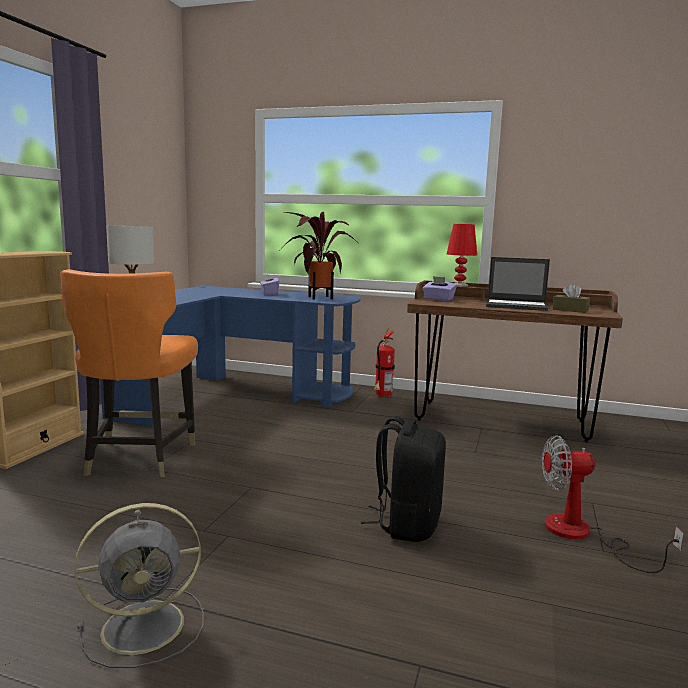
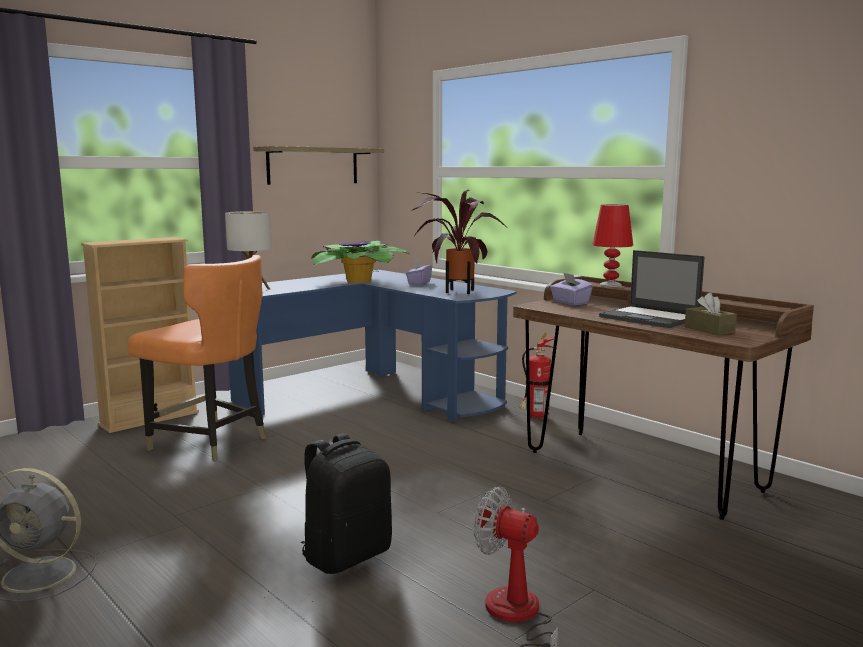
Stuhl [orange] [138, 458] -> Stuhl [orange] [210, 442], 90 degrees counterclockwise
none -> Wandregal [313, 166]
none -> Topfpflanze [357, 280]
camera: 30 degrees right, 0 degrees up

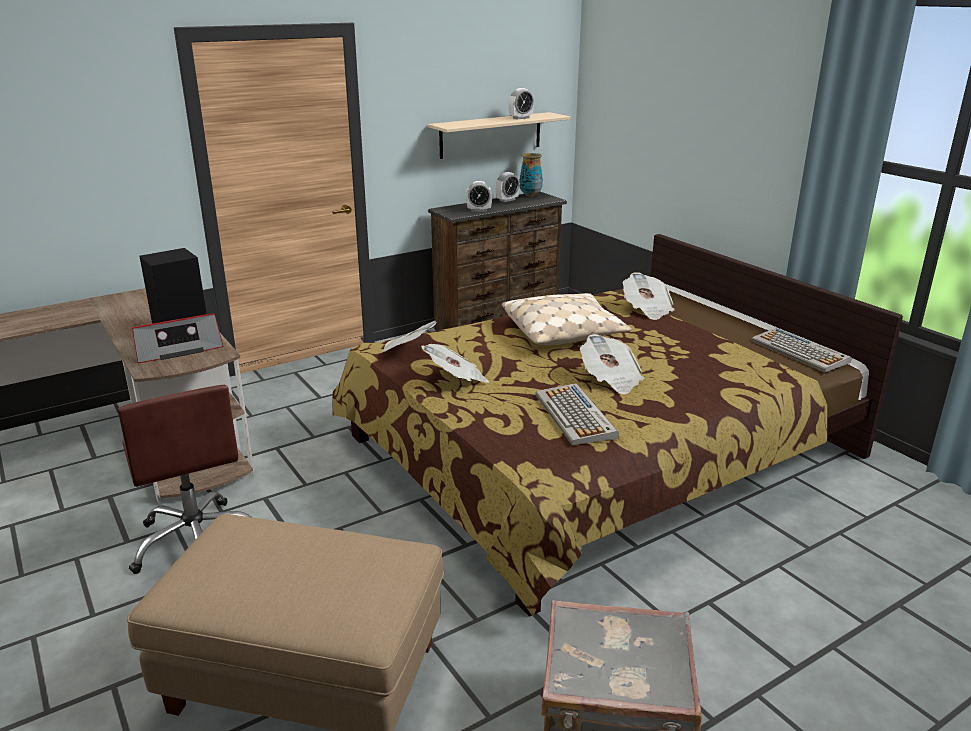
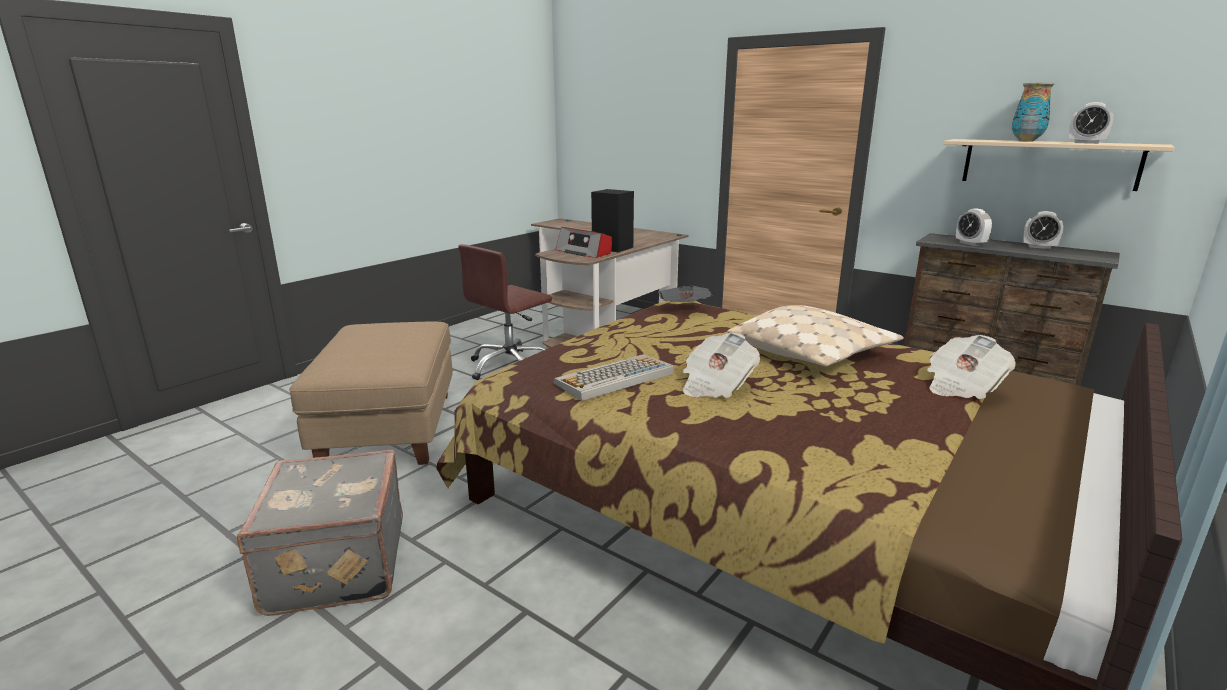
Vase [530, 195] -> Vase [1026, 141], moved
Tastatur [800, 351] -> none
Zeitung [456, 379] -> none
camera: 70 degrees right, 5 degrees down

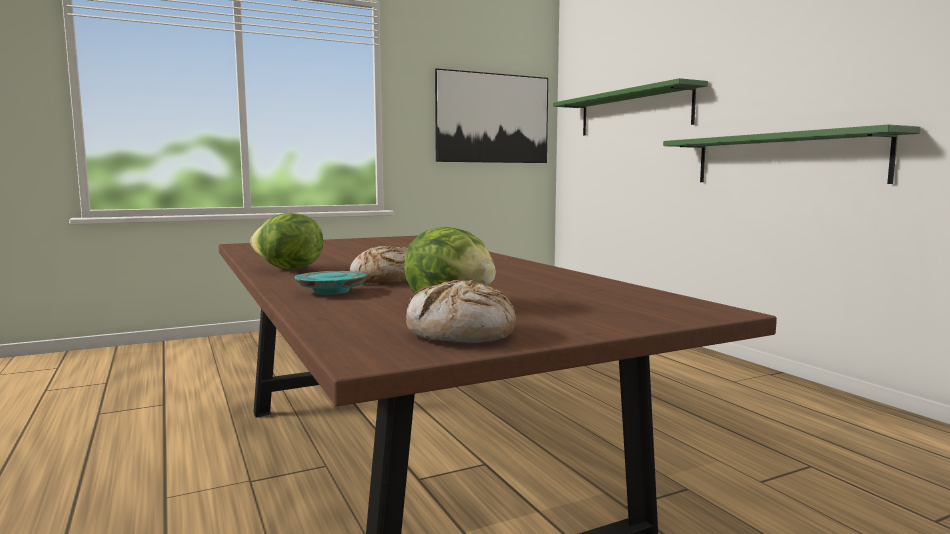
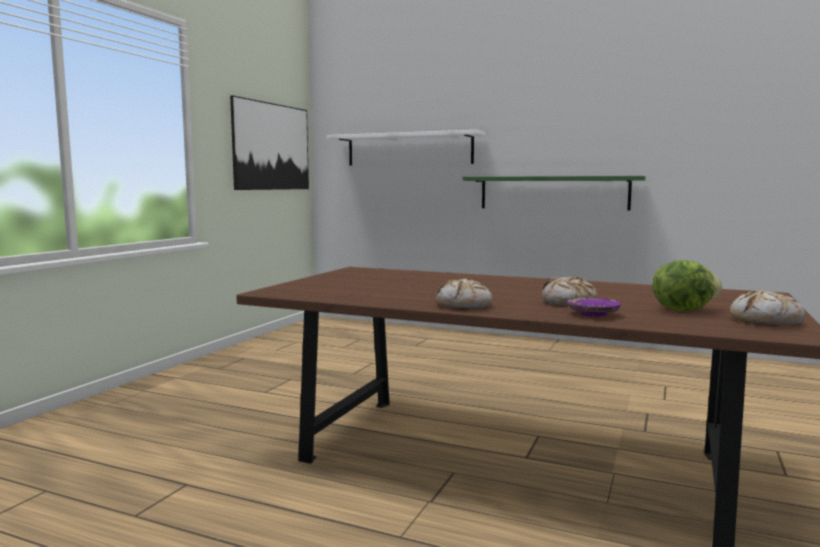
Wandregal [grün] [633, 112] -> Wandregal [weiß] [409, 149]
Salatkopf [288, 269] -> Brot [464, 305]
Teller [türkis] [331, 292] -> Teller [lila] [593, 314]
camera: 40 degrees left, 0 degrees up

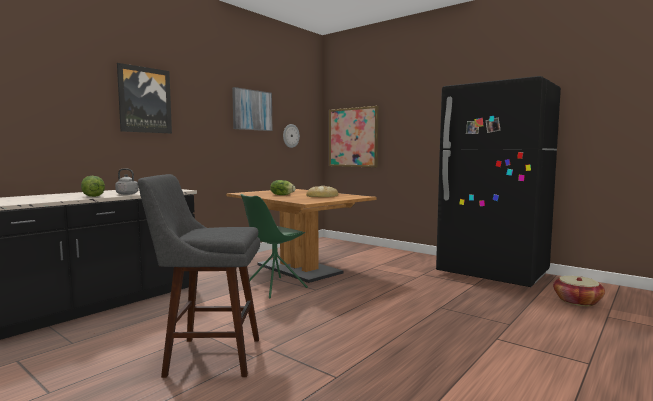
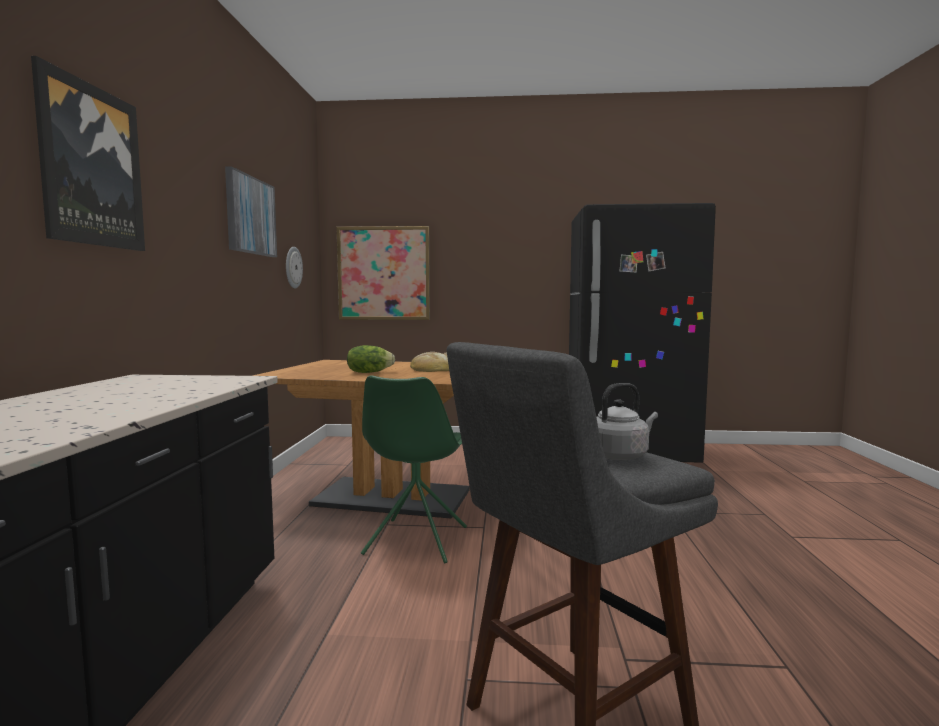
Wasserkessel [grau] [128, 194] -> Wasserkessel [grau] [620, 455], moved
Salatkopf [92, 196] -> none
Korb [577, 301] -> none
camera: 35 degrees left, 0 degrees up

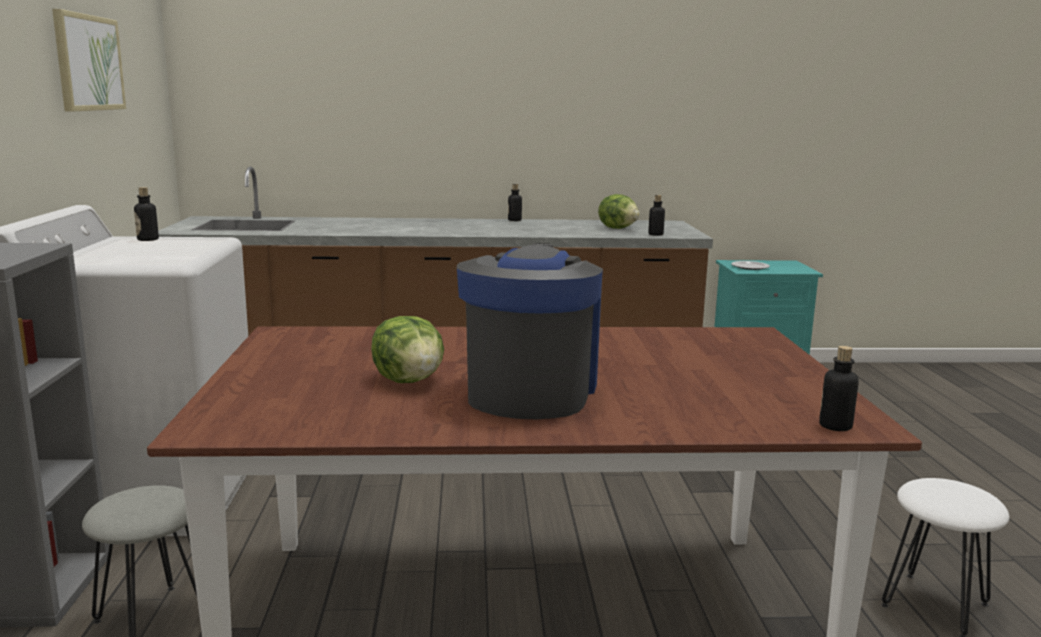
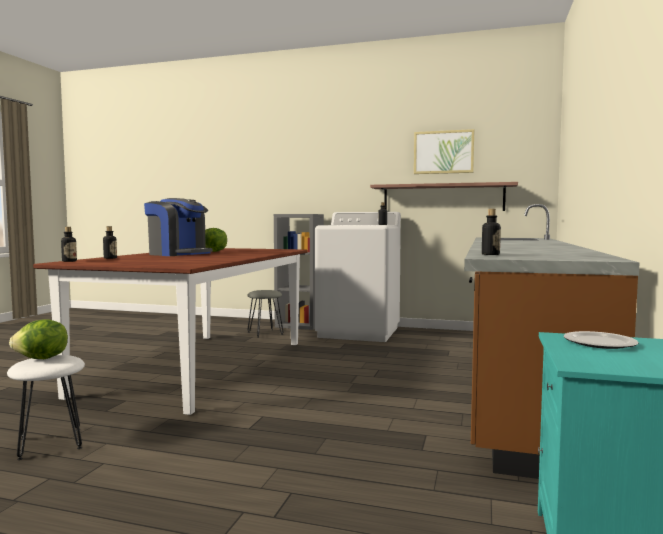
Flasche [514, 220] -> Flasche [110, 258], moved
Salatkopf [618, 228] -> Salatkopf [42, 359], moved
none -> Wandregal [443, 198]
camera: 110 degrees right, 10 degrees down

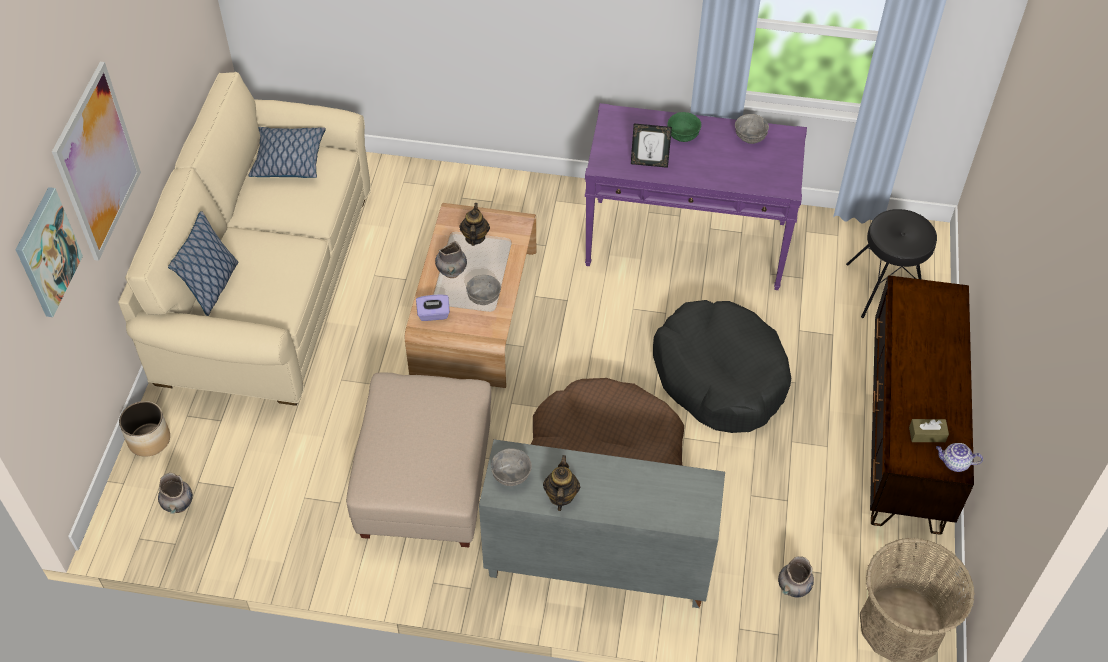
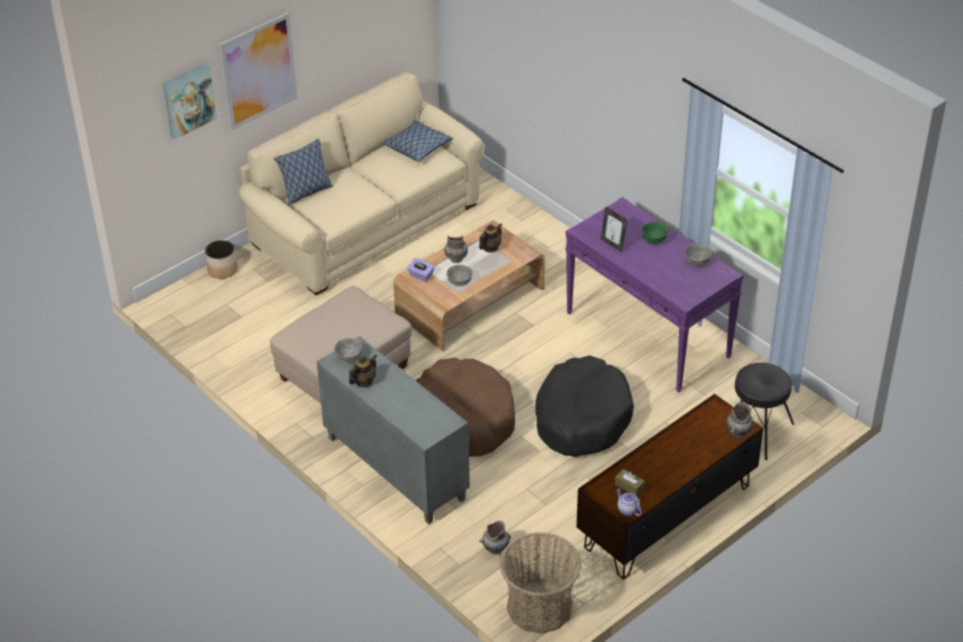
Vase [grau] [179, 506] -> Vase [grau] [738, 433], moved
camera: 40 degrees right, 10 degrees down

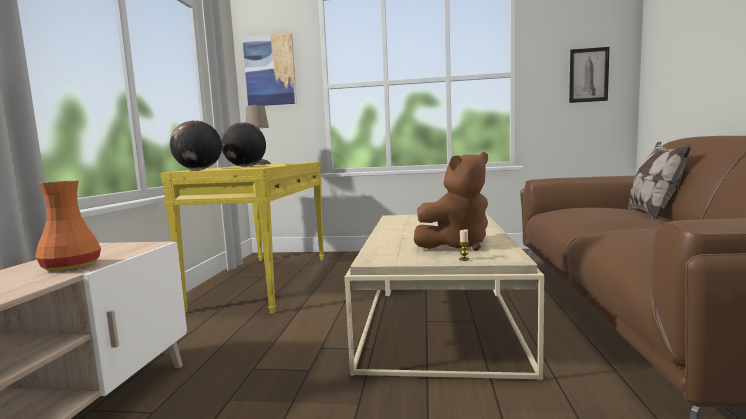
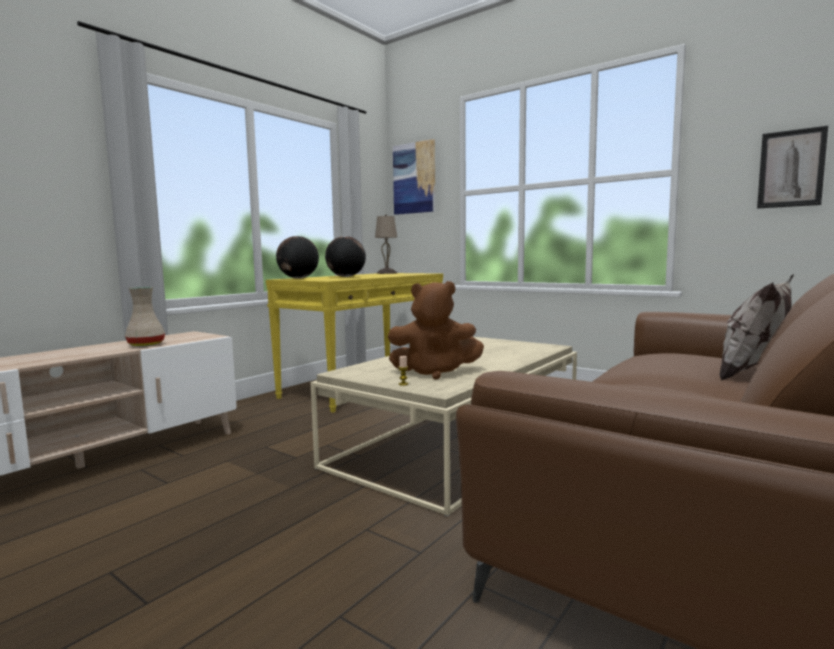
Vase [orange] [70, 267] -> Vase [beige] [145, 344]
camera: 30 degrees right, 0 degrees up

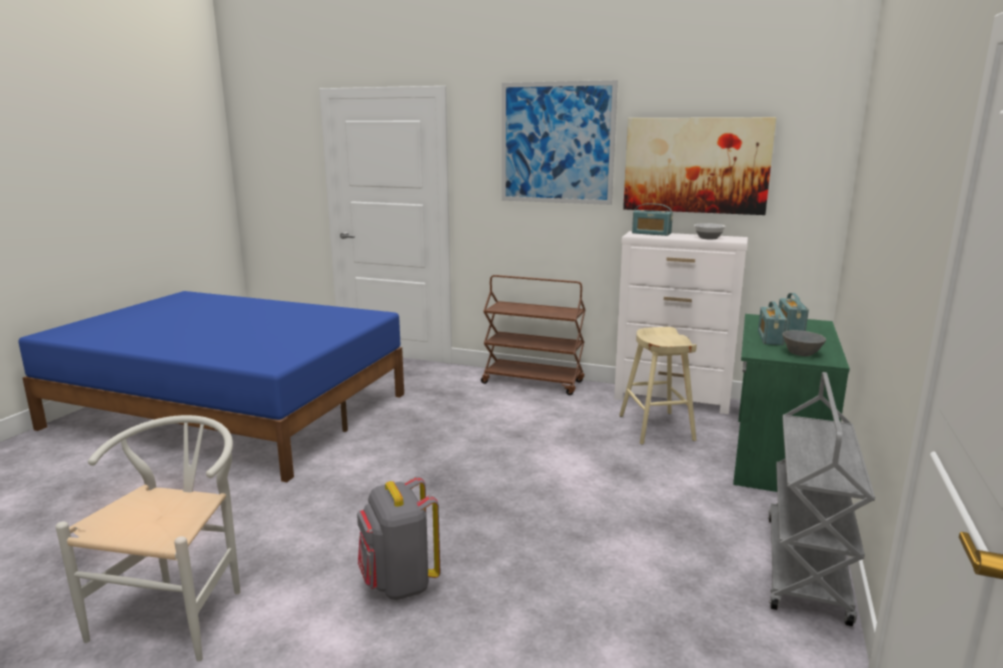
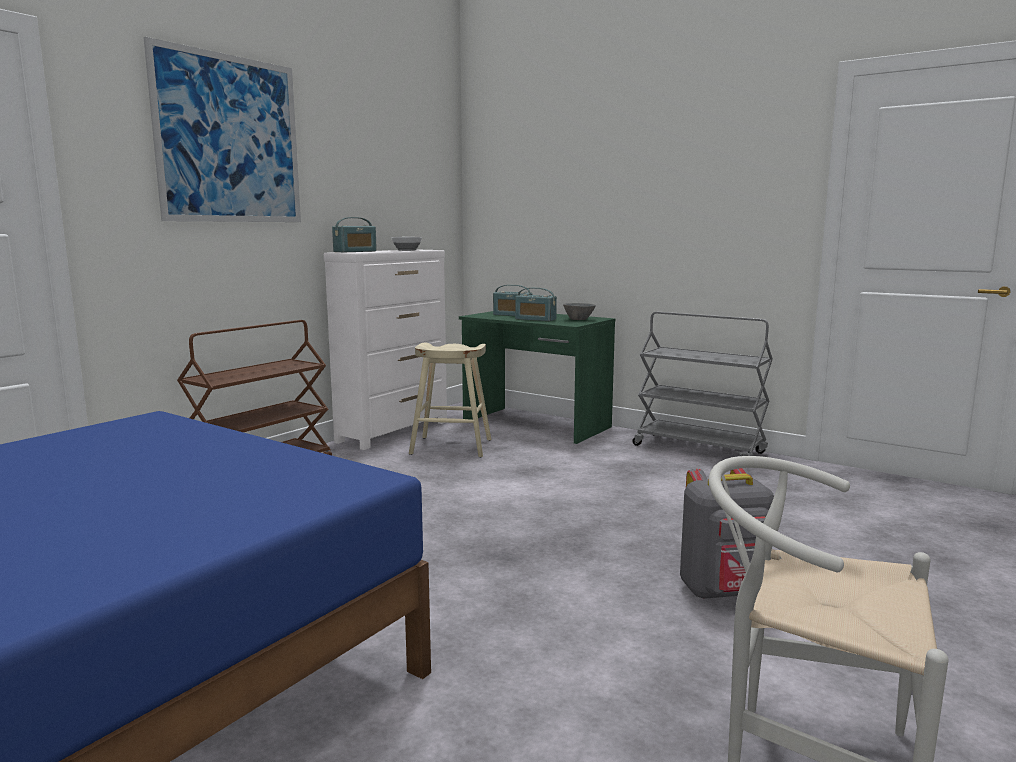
Bild [696, 165] -> none
camera: 75 degrees left, 5 degrees down

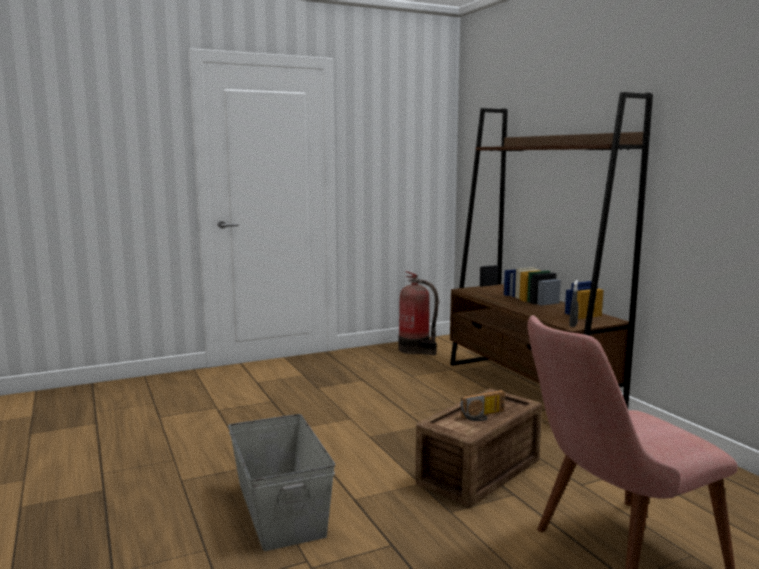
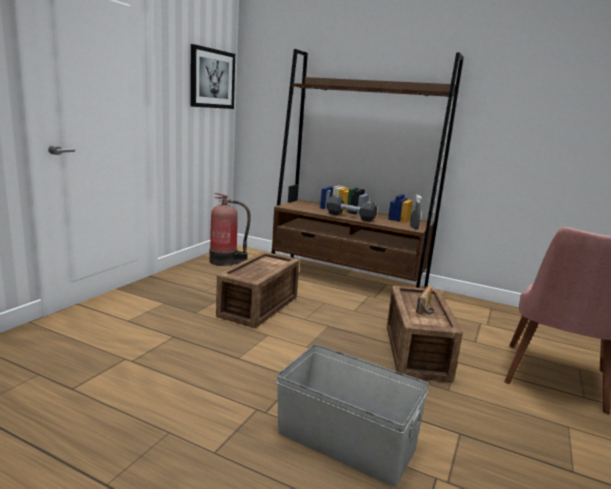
none -> Bild [212, 78]
none -> Hantel [schwarz] [350, 217]
none -> Kiste [256, 307]
camera: 40 degrees left, 5 degrees up

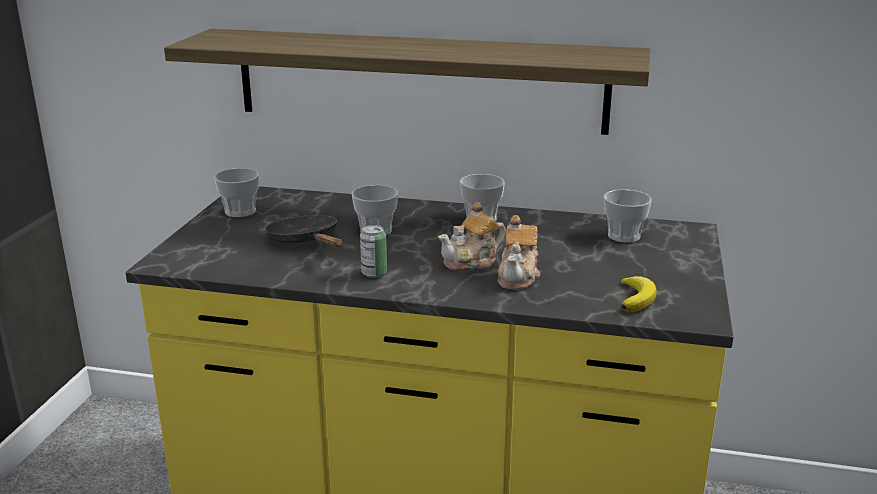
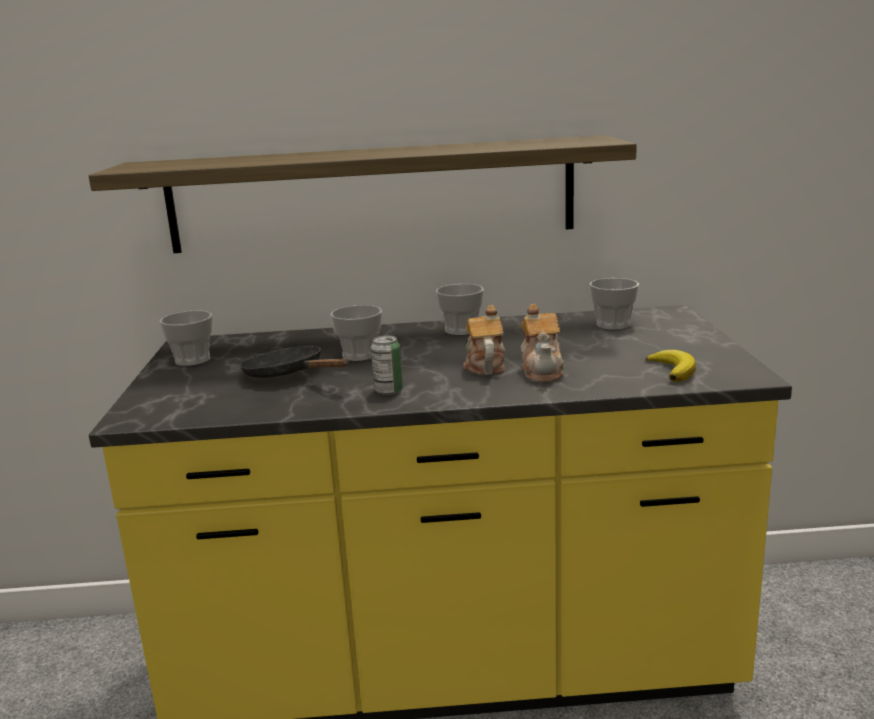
Teekanne [472, 262] -> Teekanne [484, 366], 135 degrees clockwise
camera: 15 degrees left, 5 degrees down

